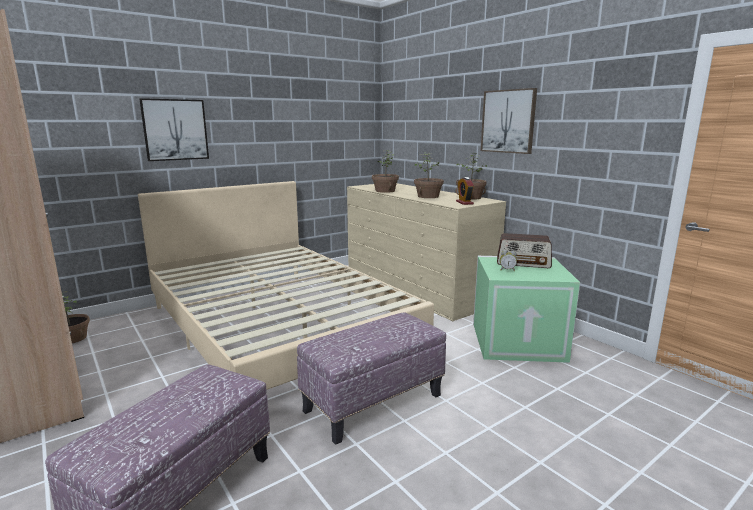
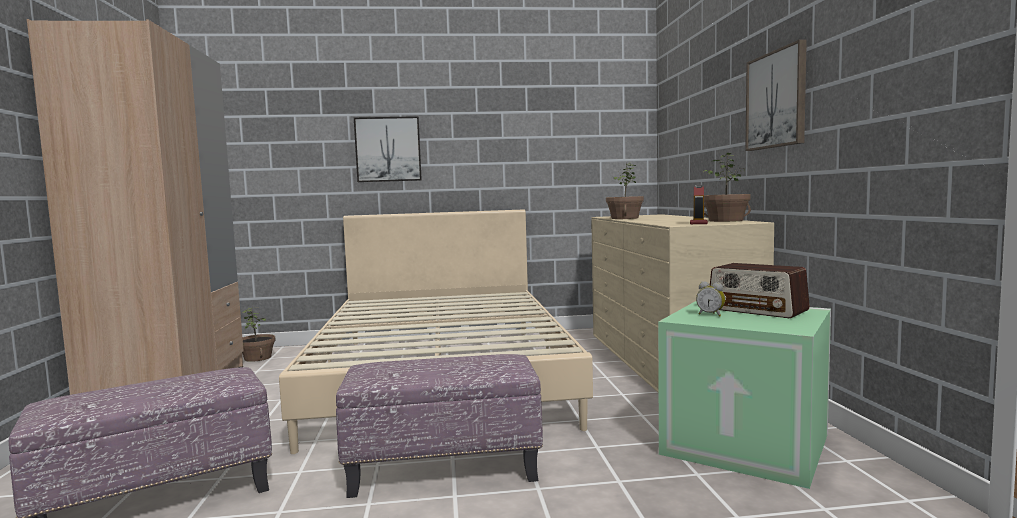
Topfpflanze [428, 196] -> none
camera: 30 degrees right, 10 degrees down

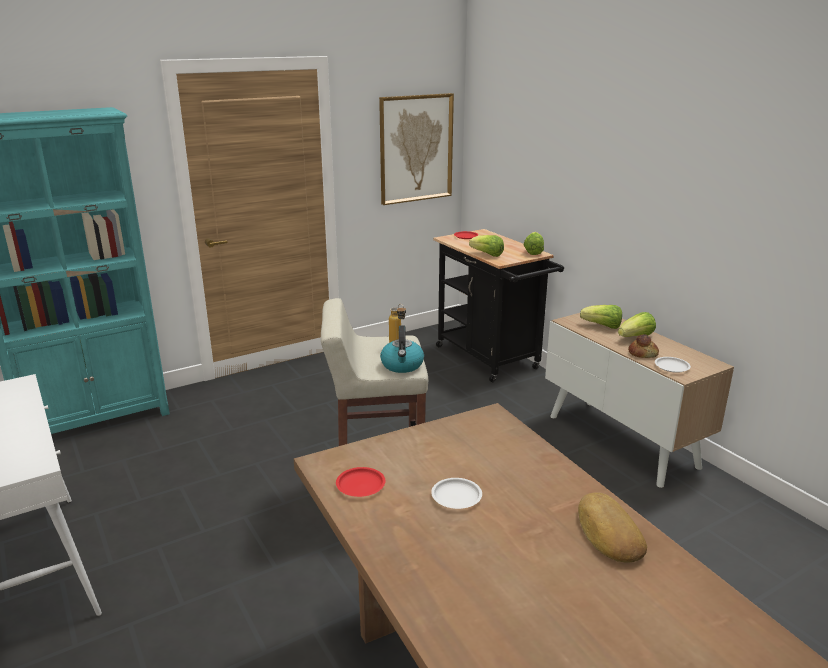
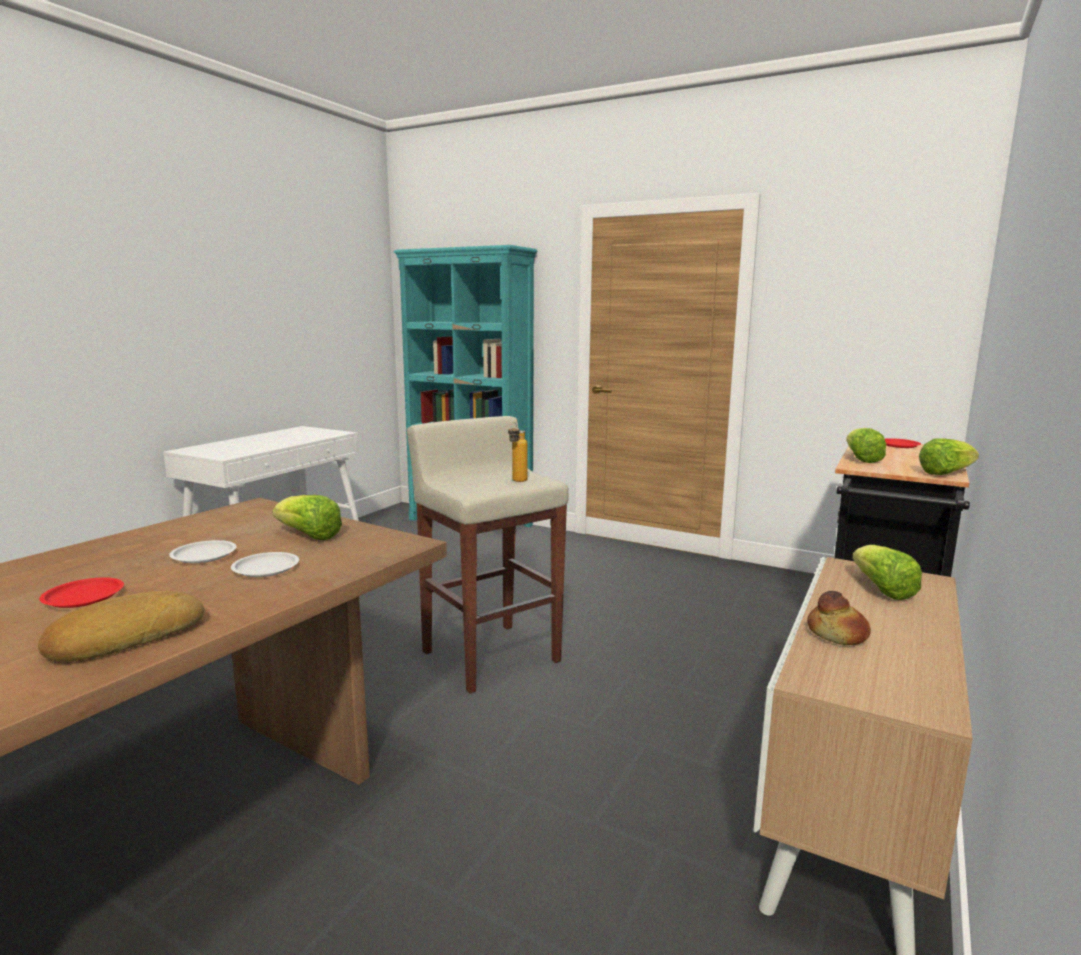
Bild [416, 148] -> none
Salatkopf [636, 337] -> Salatkopf [309, 536], moved
Wasserkessel [402, 365] -> none
Teller [weiß] [672, 367] -> Teller [weiß] [265, 569], moved
Teller [rot] [360, 485] -> Teller [rot] [84, 597], moved
camera: 60 degrees right, 10 degrees down

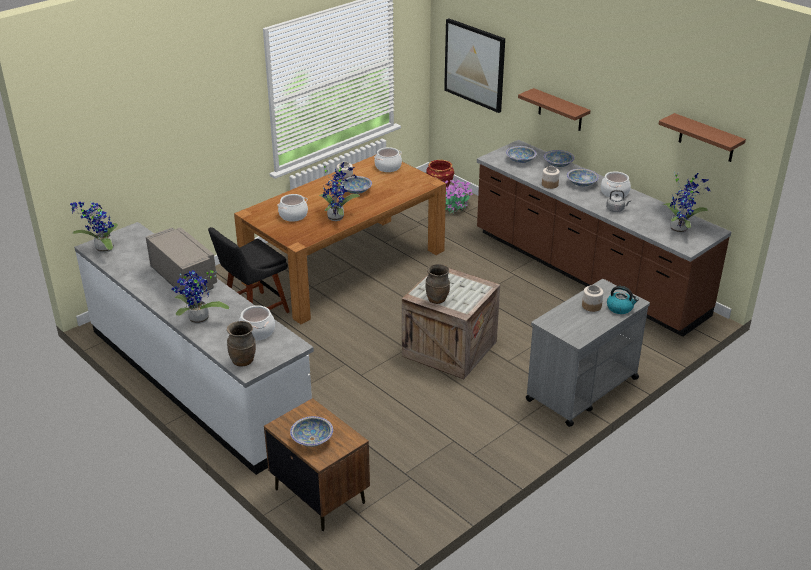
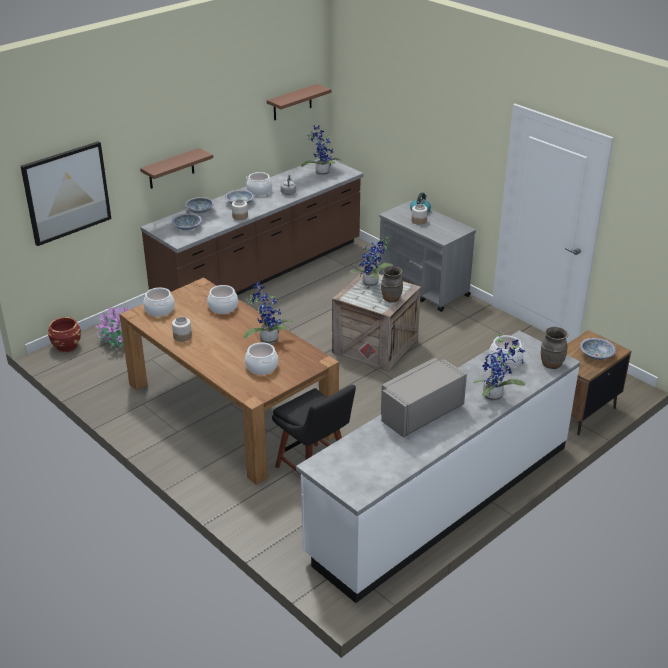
Schüssel [356, 190] -> none
Topfpflanze [102, 249] -> Topfpflanze [372, 284], moved
none -> Kochtopf [223, 307]
camera: 90 degrees left, 0 degrees up

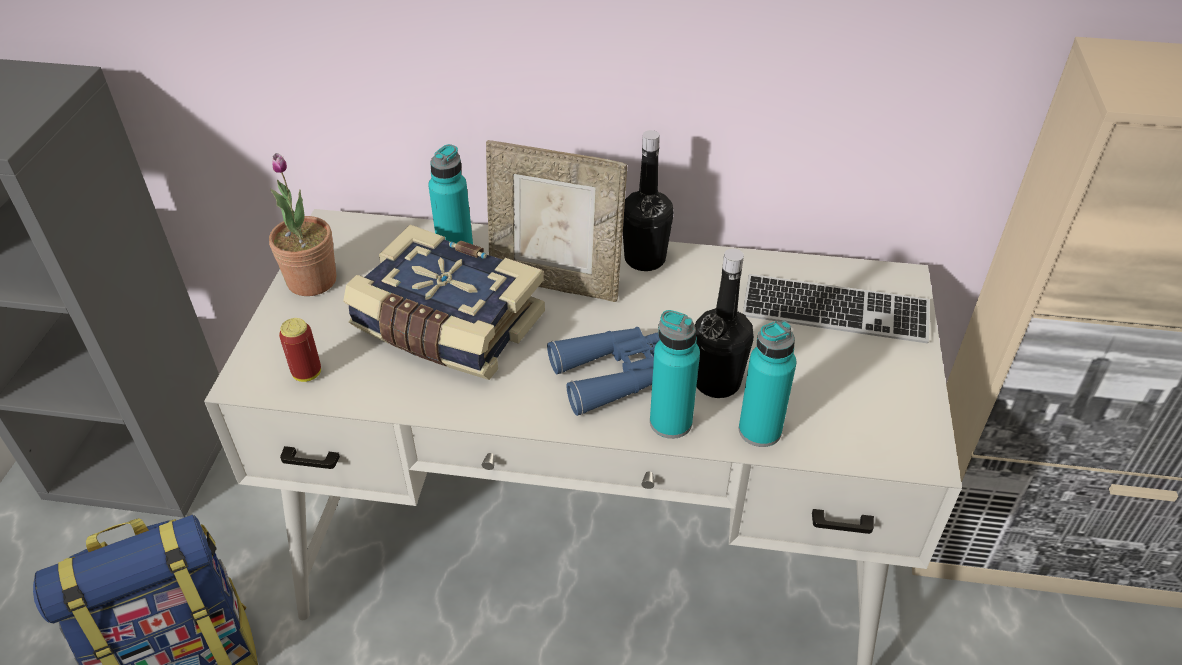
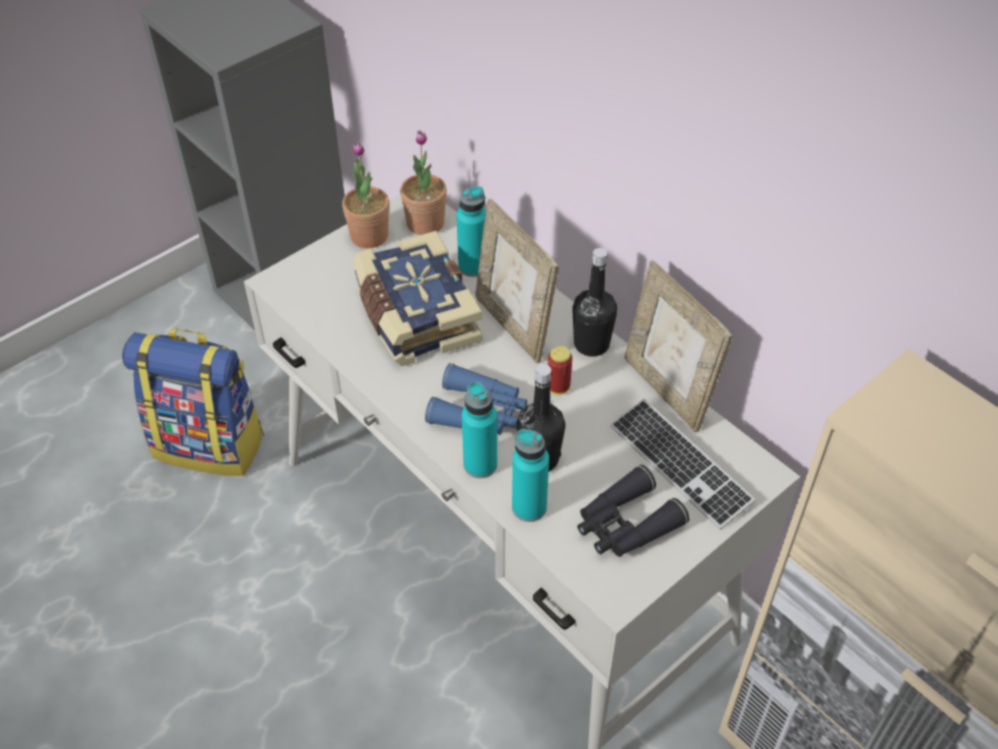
Dose [307, 373] -> Dose [558, 387], moved
none -> Topfpflanze [425, 223]
none -> Bilderrahmen [667, 391]
none -> Fernglas [schwarz] [625, 524]
camera: 40 degrees right, 5 degrees up

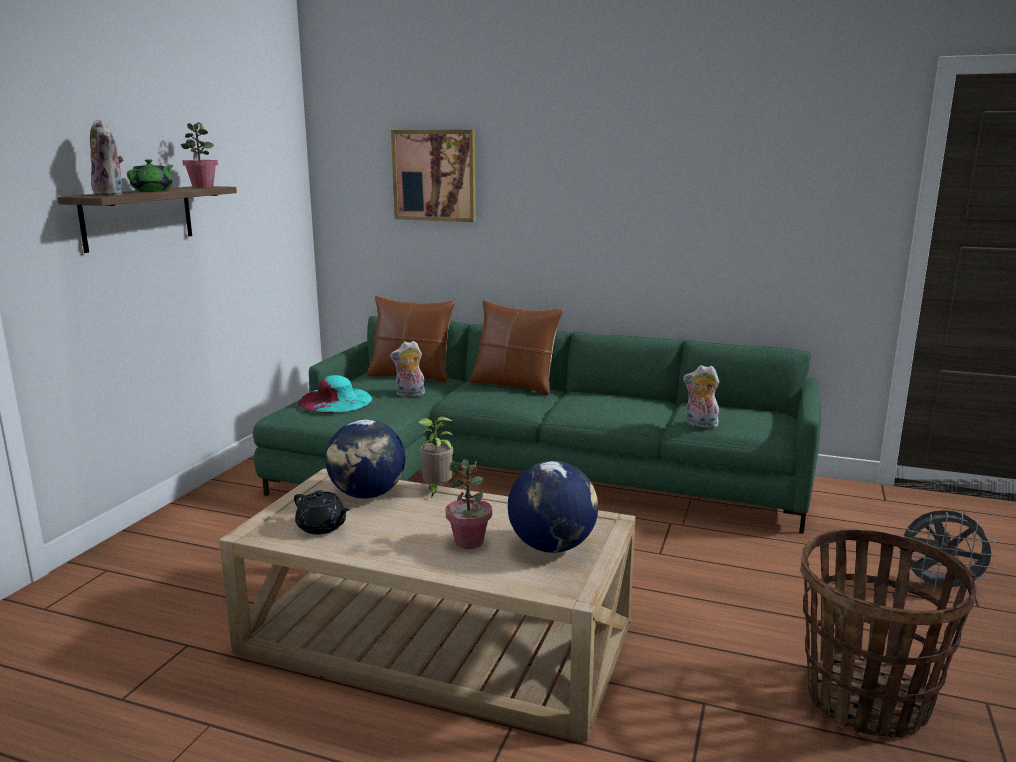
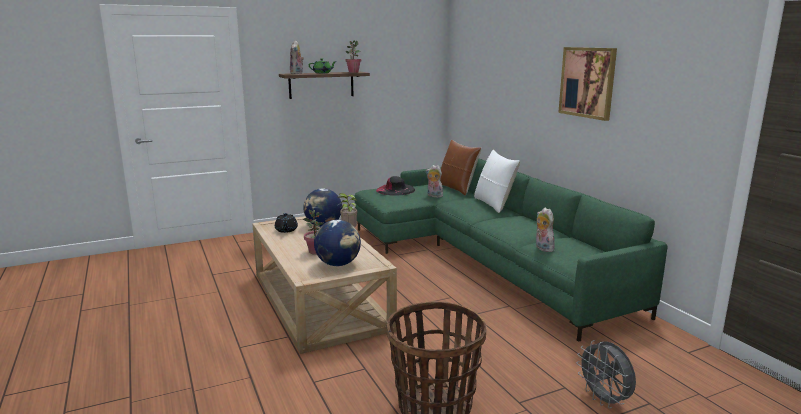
Bild [434, 175] -> Bild [587, 82], moved
Kissen [braun] [514, 385] -> Kissen [weiß] [494, 204]
Hut [türkis] [335, 401] -> Hut [schwarz] [395, 190]
camera: 45 degrees right, 0 degrees up

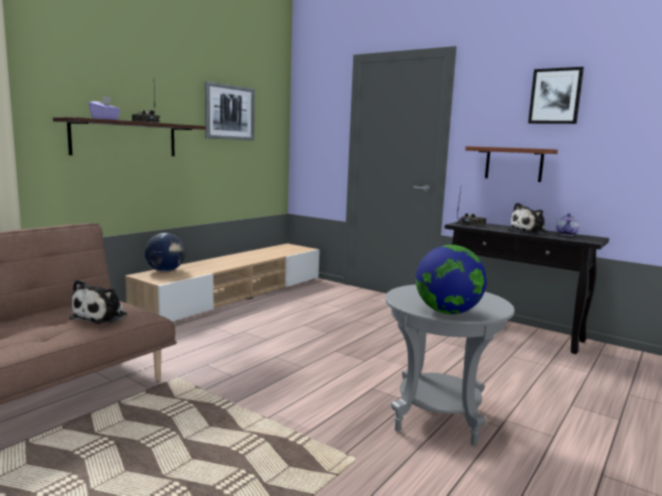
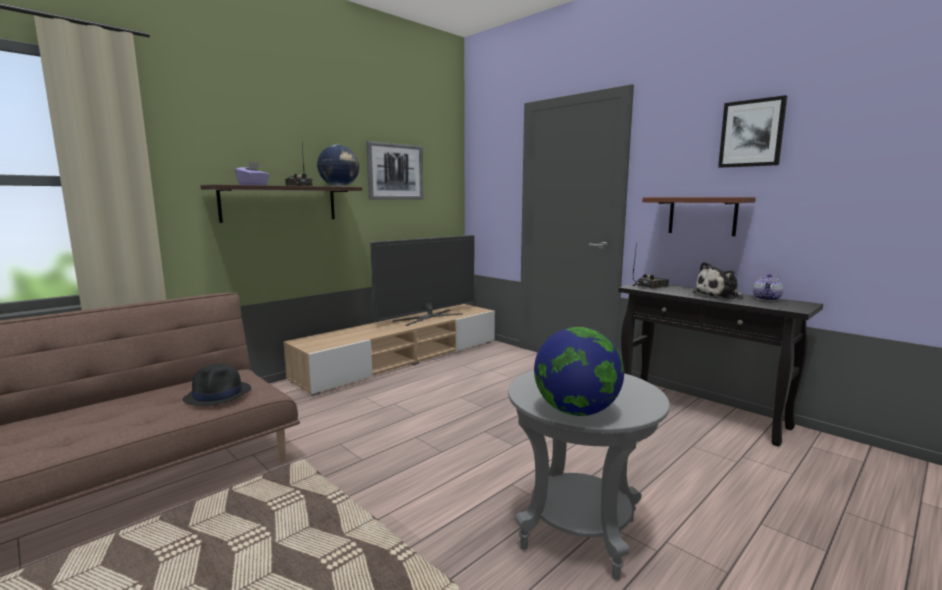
Globus [166, 271] -> Globus [339, 186], moved
Plüschtier [102, 316] -> Hut [schwarz] [218, 394]
none -> Fernseher [428, 317]
camera: 10 degrees right, 0 degrees up

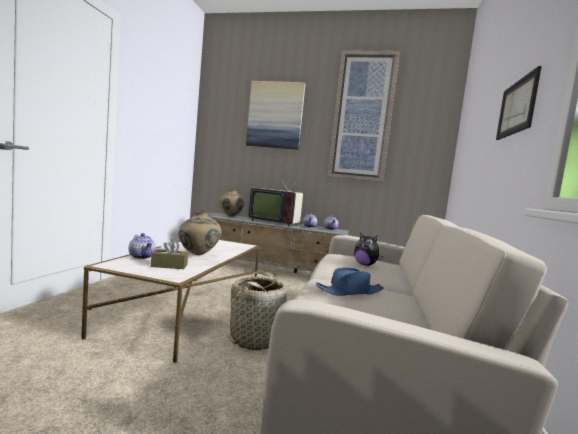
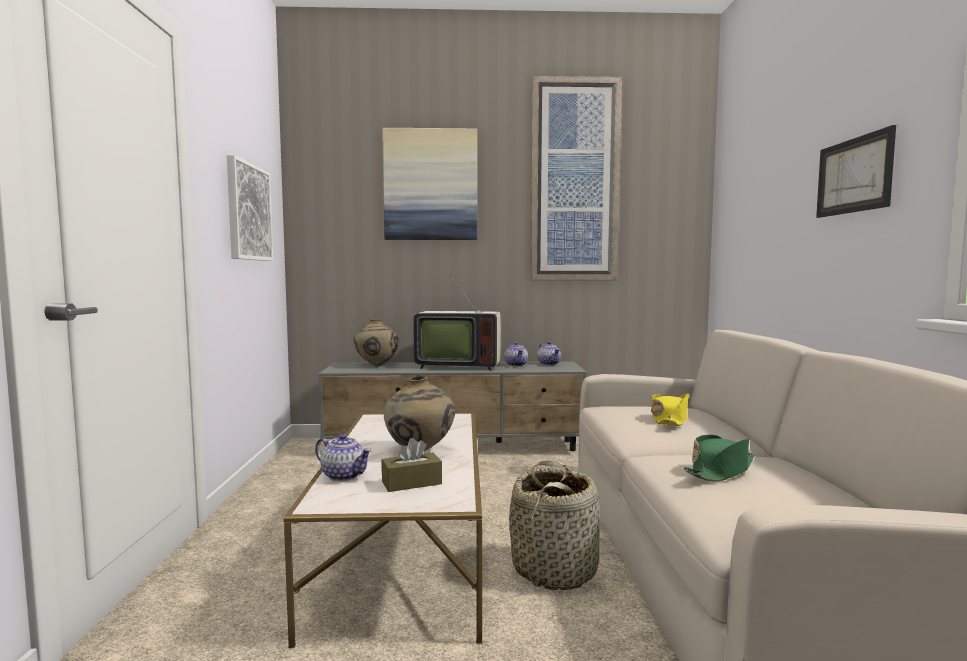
Plüschtier [365, 265] -> Hut [gelb] [669, 419]
Hut [blau] [350, 292] -> Hut [grün] [720, 471]
none -> Bild [248, 212]
camera: 15 degrees left, 0 degrees up

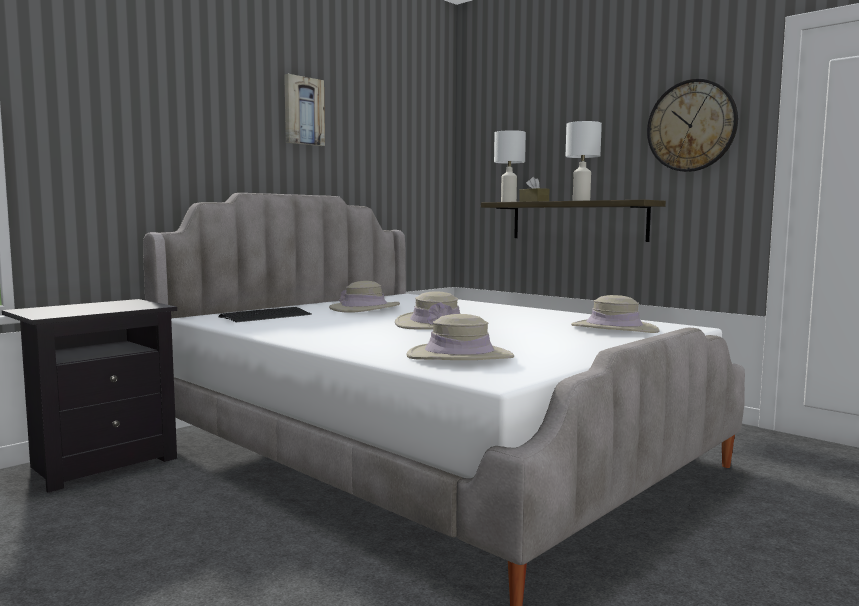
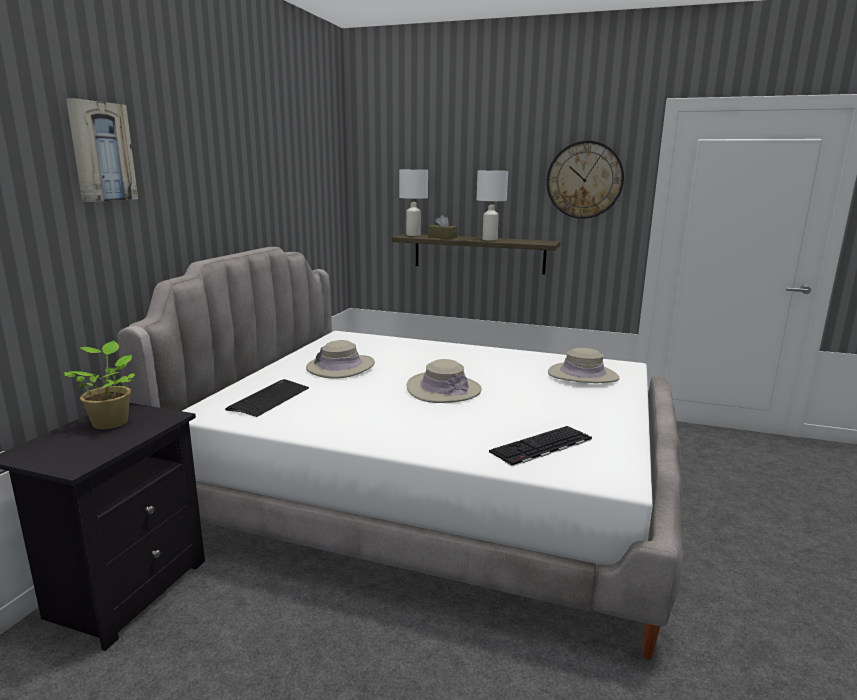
Bild [303, 111] -> Bild [101, 152], moved
Hut [beige] [460, 356] -> Tastatur [541, 446]
none -> Topfpflanze [111, 422]
camera: 25 degrees left, 10 degrees up

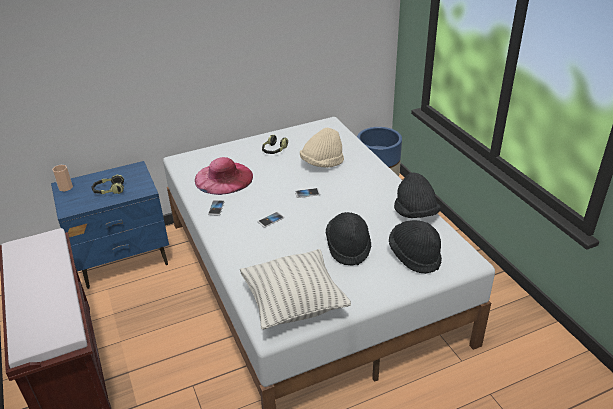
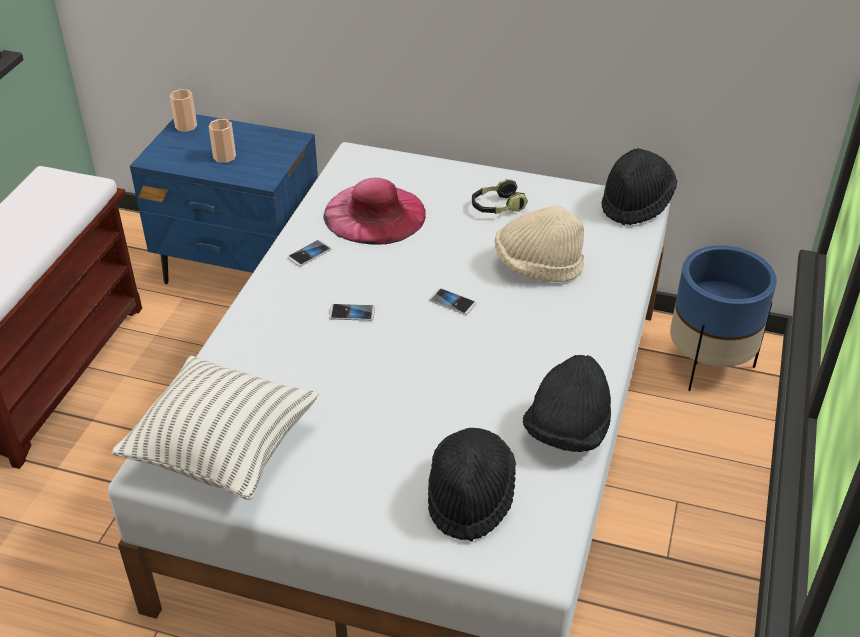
Kopfhörer [109, 190] -> Tasse [224, 157]
Hut [schwarz] [348, 247] -> Hut [schwarz] [636, 204], moved
camera: 40 degrees right, 5 degrees up

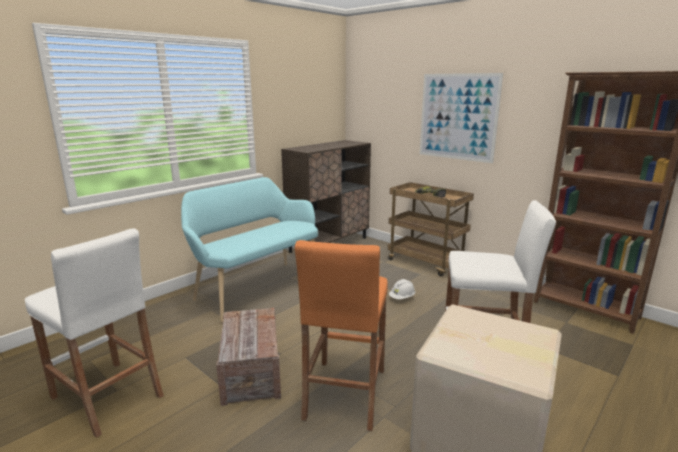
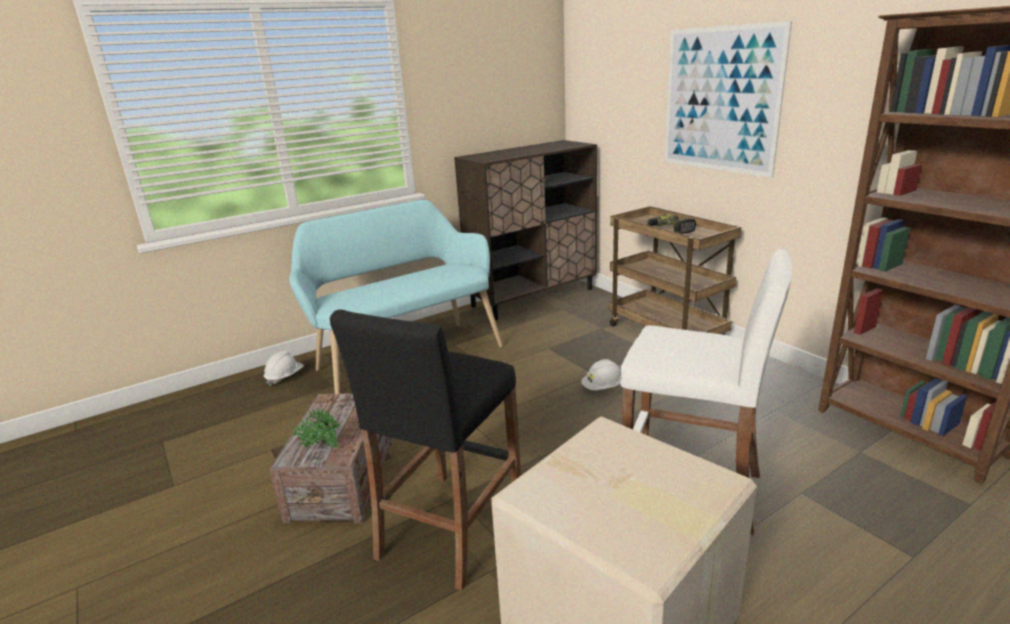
Hocker [weiß] [107, 397] -> none
Hocker [orange] [344, 393] -> Hocker [schwarz] [450, 528]
none -> Schutzhelm [weiß] [285, 377]
none -> Topfpflanze [320, 447]
camera: 15 degrees right, 5 degrees up

